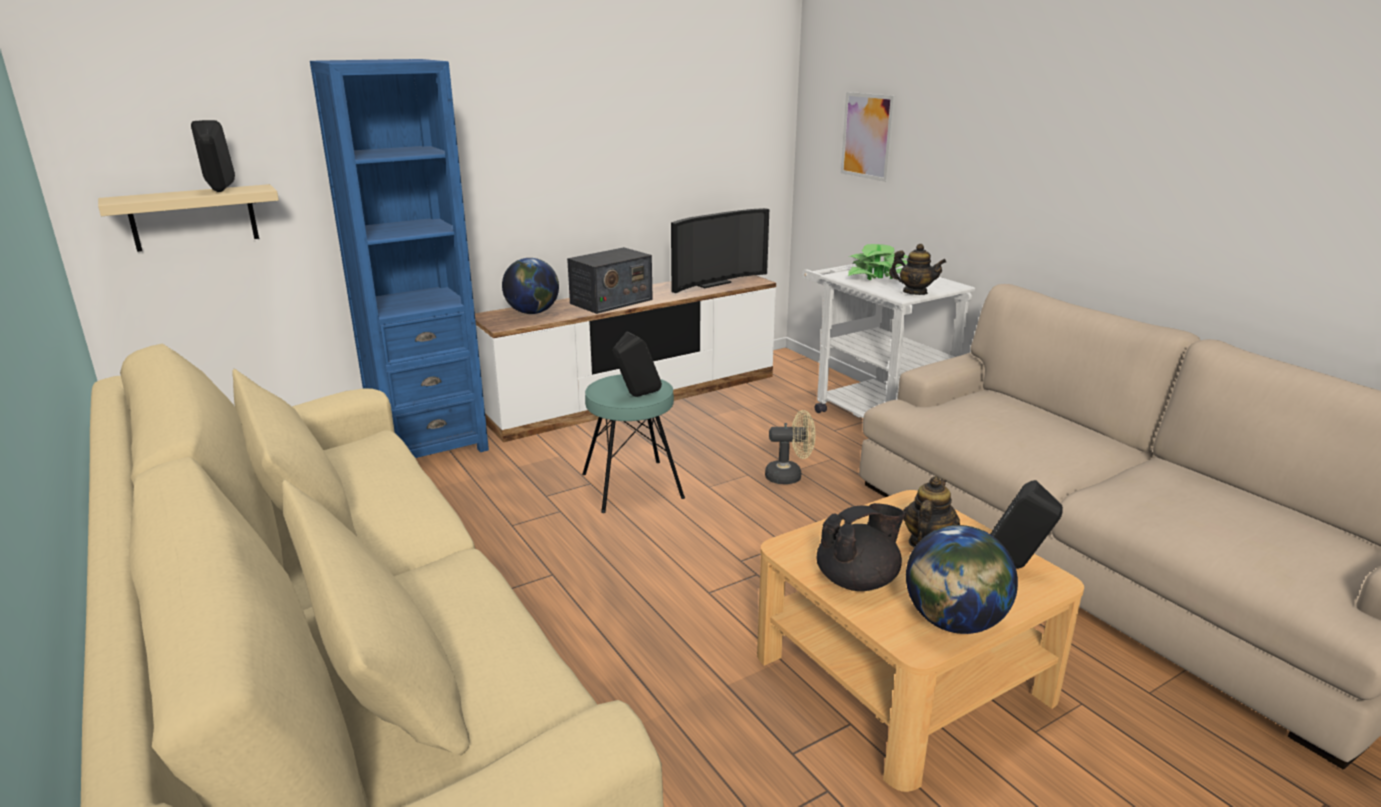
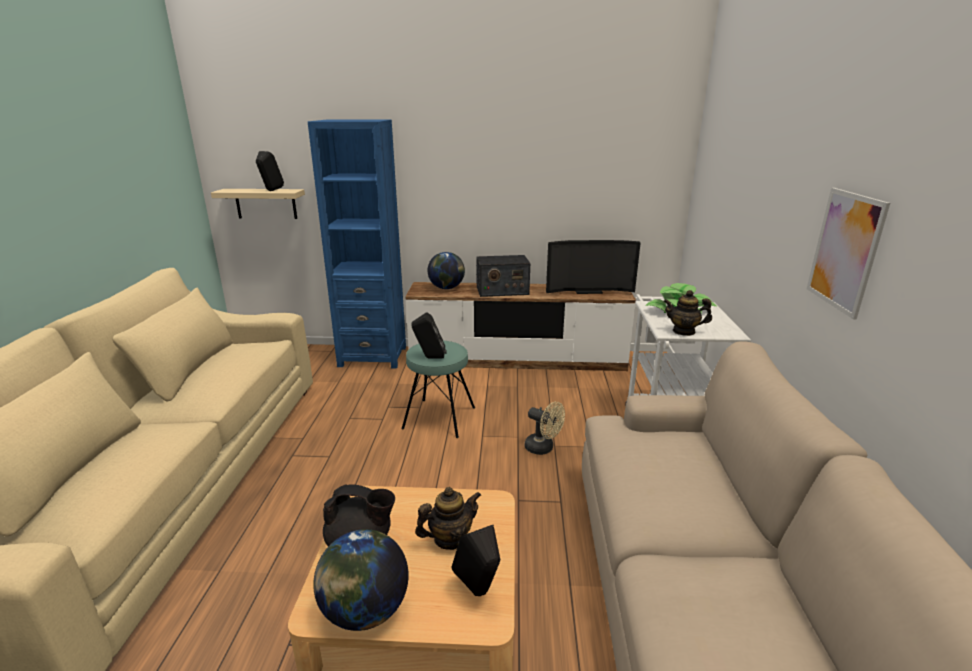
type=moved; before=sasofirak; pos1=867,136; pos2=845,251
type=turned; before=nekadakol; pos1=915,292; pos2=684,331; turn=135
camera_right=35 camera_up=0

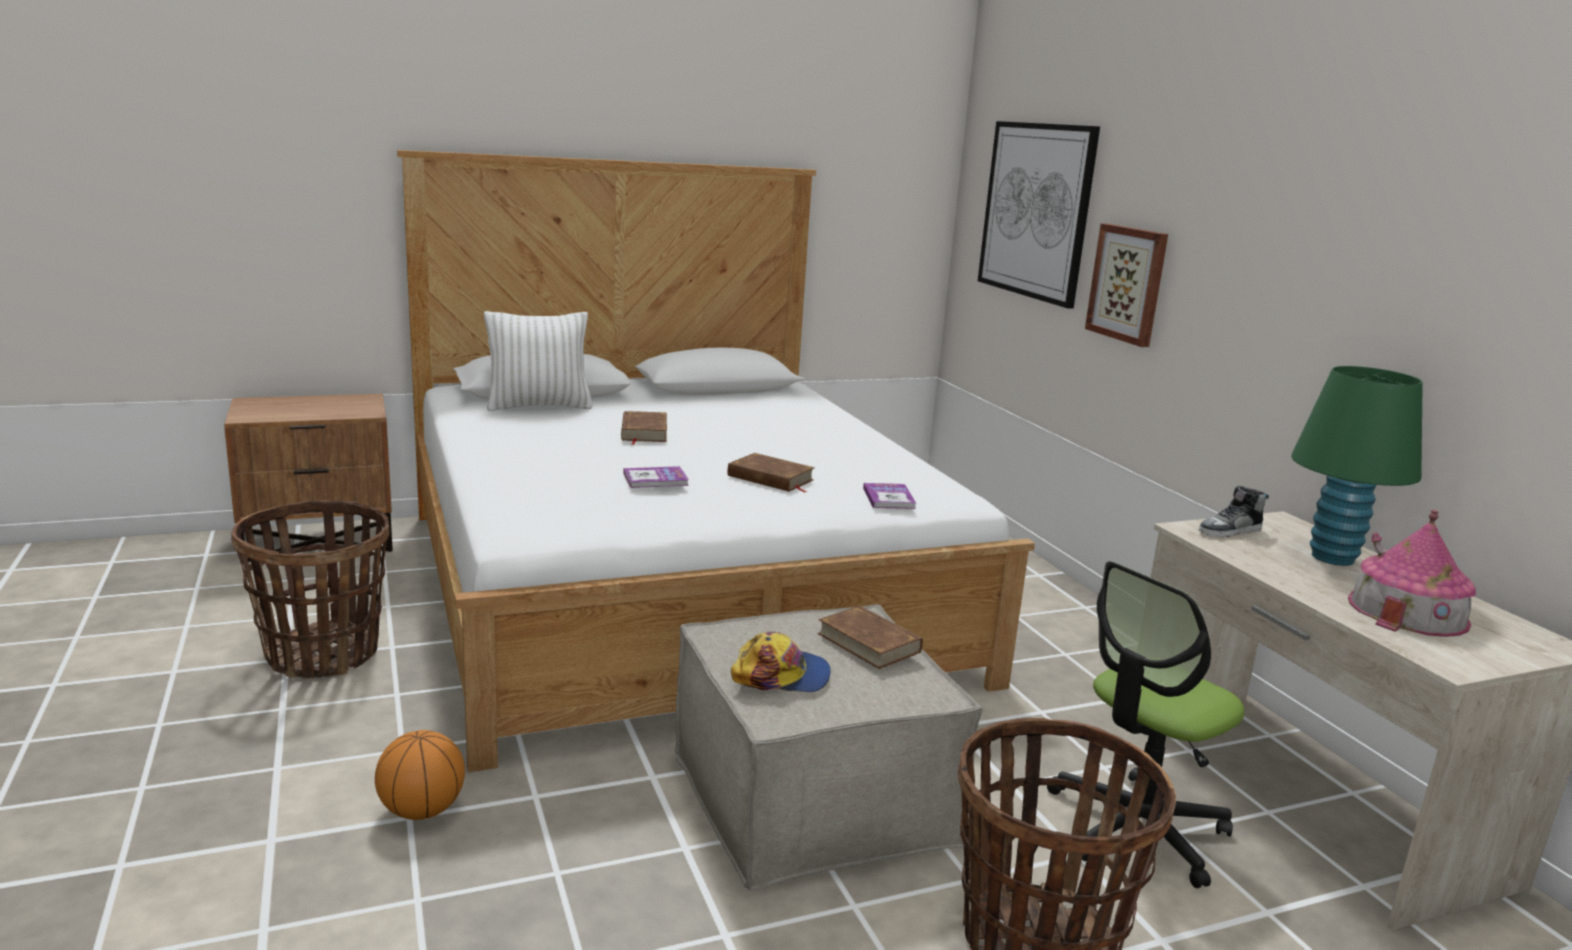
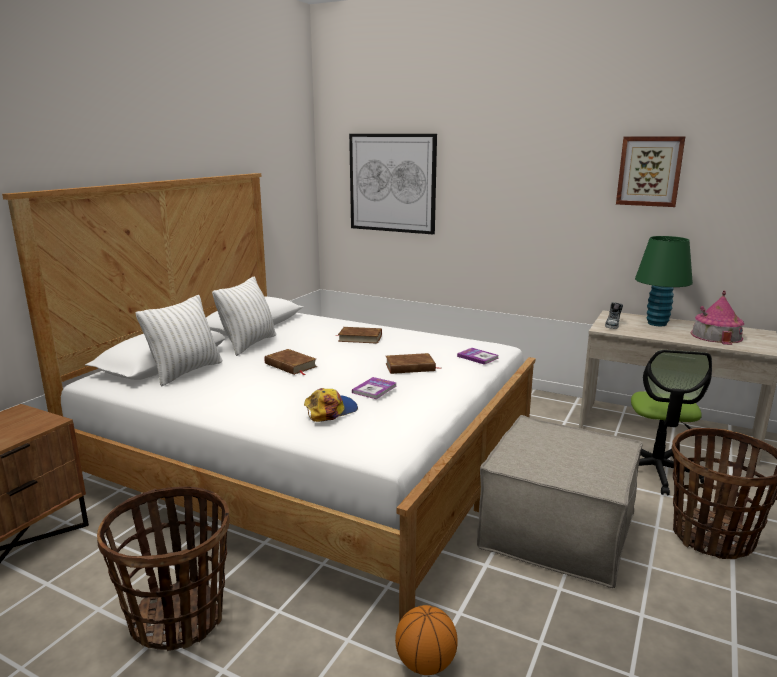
type=added; after=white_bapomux; pos2=249,344
type=moved; before=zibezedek; pos1=782,675; pos2=330,410
type=moved; before=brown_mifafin; pos1=869,642; pos2=360,338
type=moved; before=sasofirak; pos1=1128,284; pos2=649,171
camera_right=-40 camera_up=0

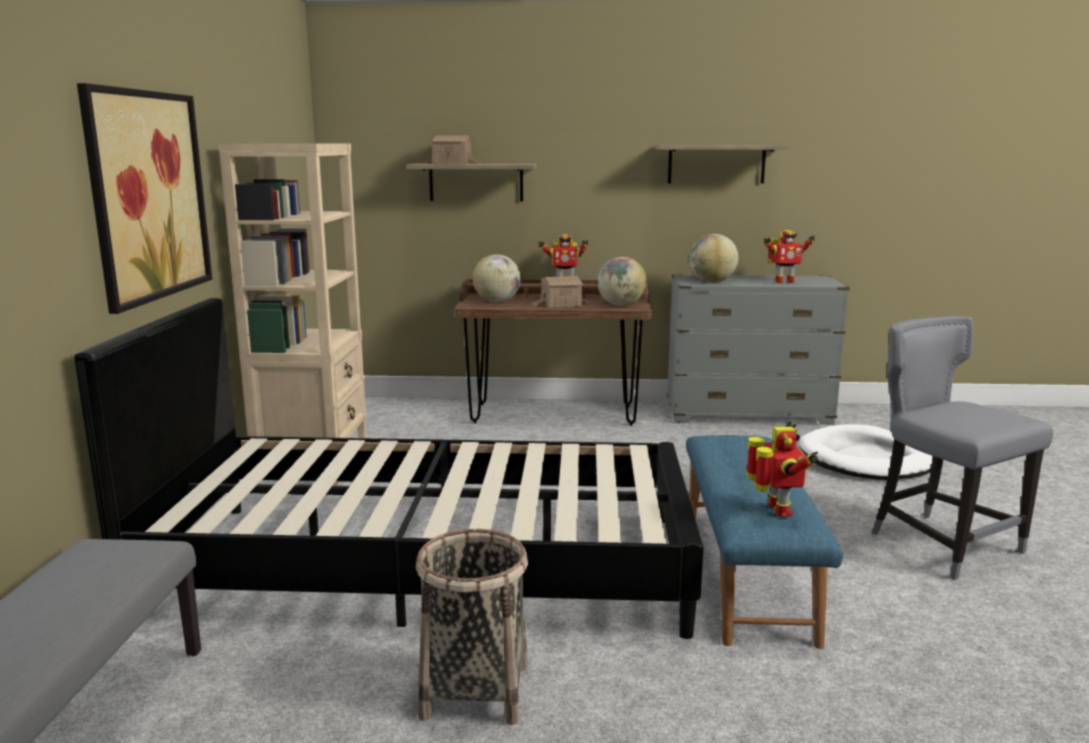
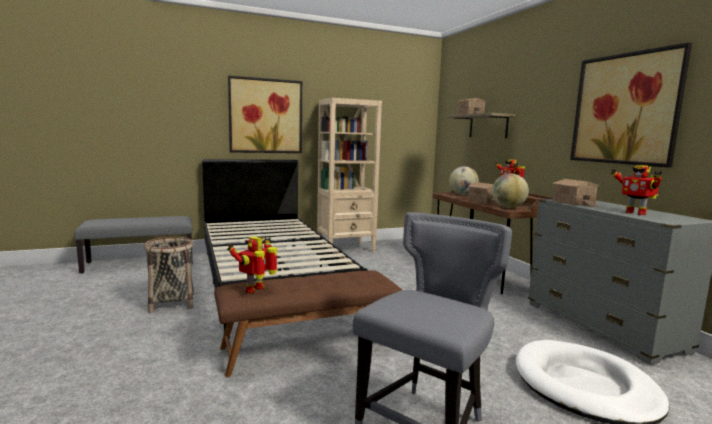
type=replaced; before=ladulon; after=sasofirak; pos1=716,164; pos2=625,109
type=replaced; before=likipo; after=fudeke; pos1=712,282; pos2=574,202
type=recoloured; before=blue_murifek; after=brown_murifek; pos1=744,572; pos2=309,346
type=turned; before=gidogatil; pos1=777,510; pos2=256,290; turn=150
camera_right=65 camera_up=-5

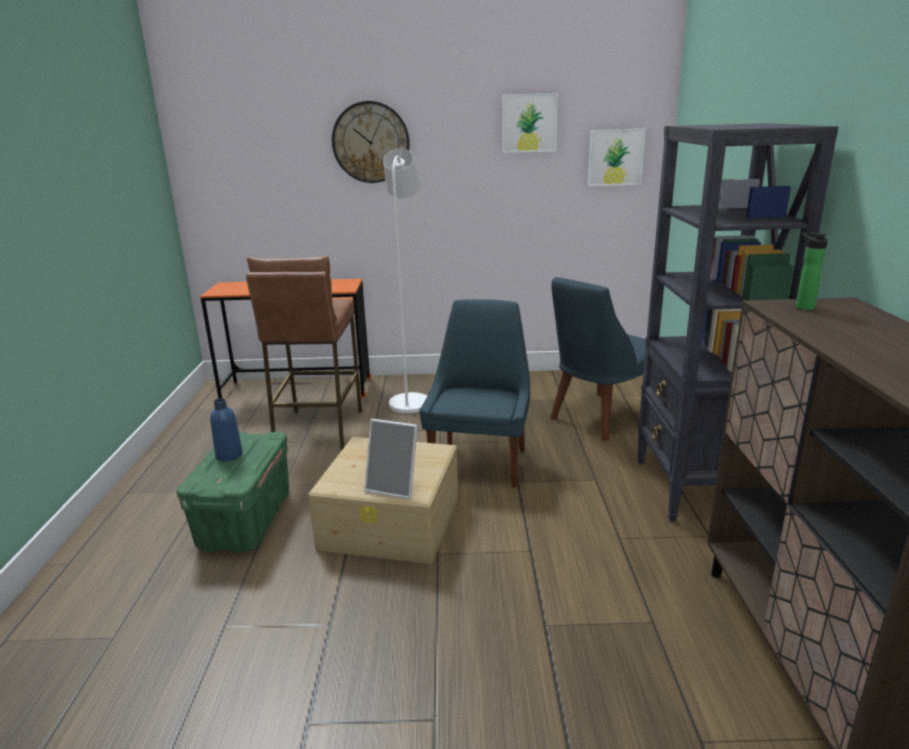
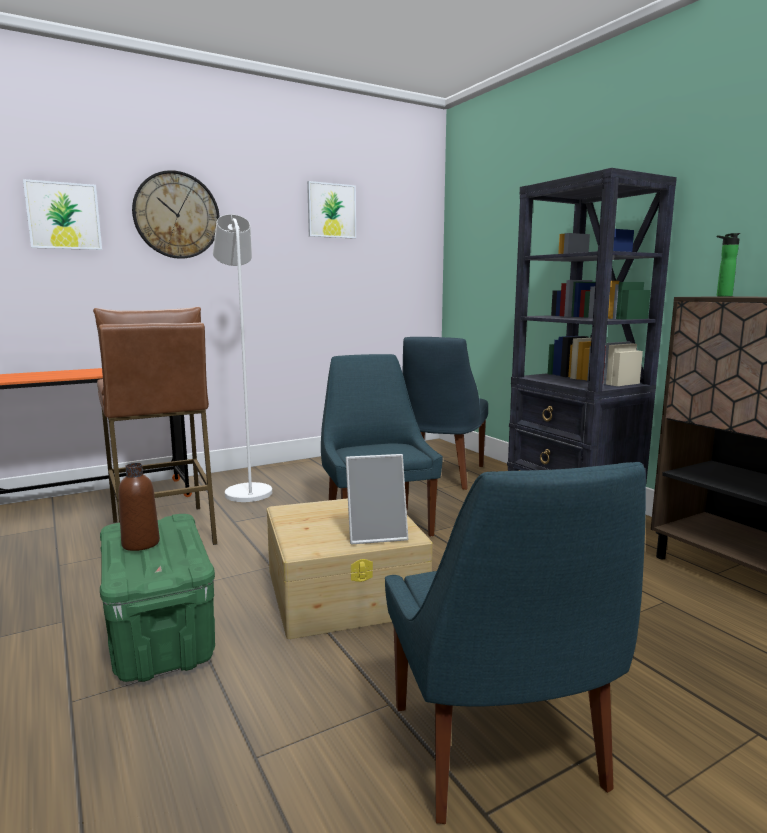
type=added; after=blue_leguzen; pos2=498,752
type=moved; before=sasofirak; pos1=615,157; pos2=63,216
type=recoloured; before=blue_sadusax; after=brown_sadusax; pos1=229,455; pos2=141,544
camera_right=-30 camera_up=-10

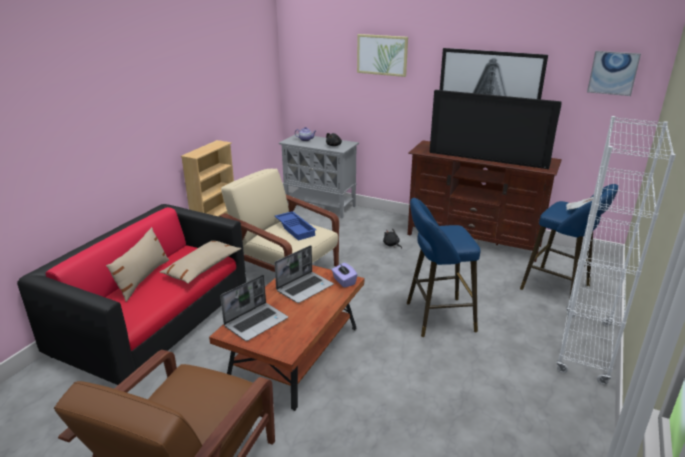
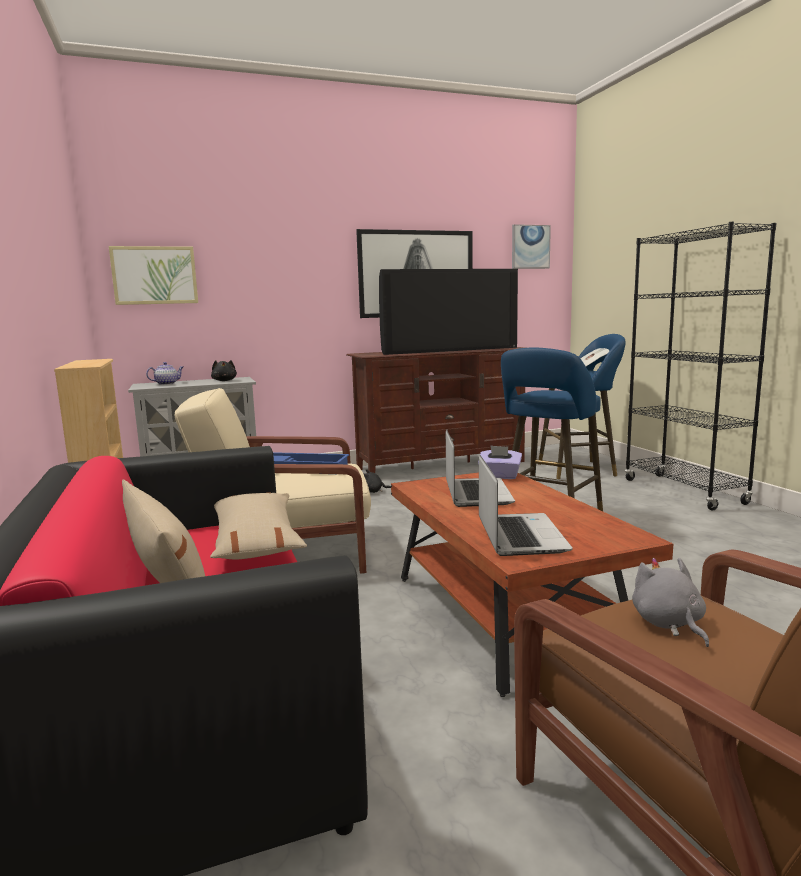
type=added; after=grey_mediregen; pos2=669,624
type=moved; before=sasofirak; pos1=382,55; pos2=154,275
type=recoloured; before=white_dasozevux; after=black_dasozevux; pos1=585,347; pos2=683,491
camera_right=-45 camera_up=-15

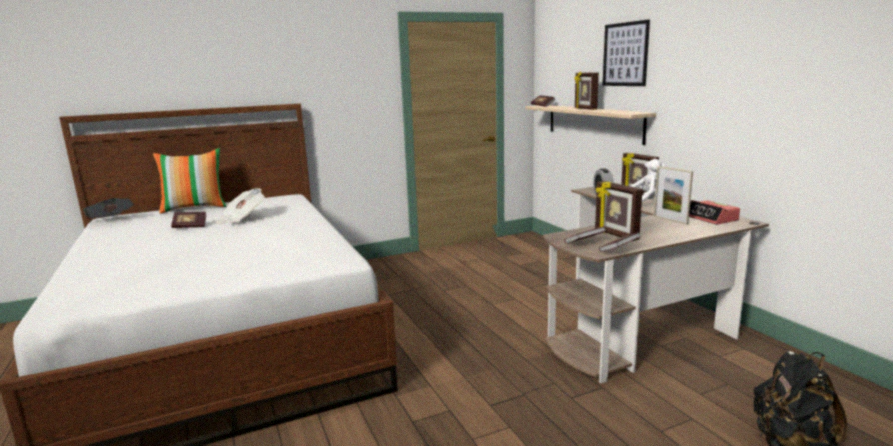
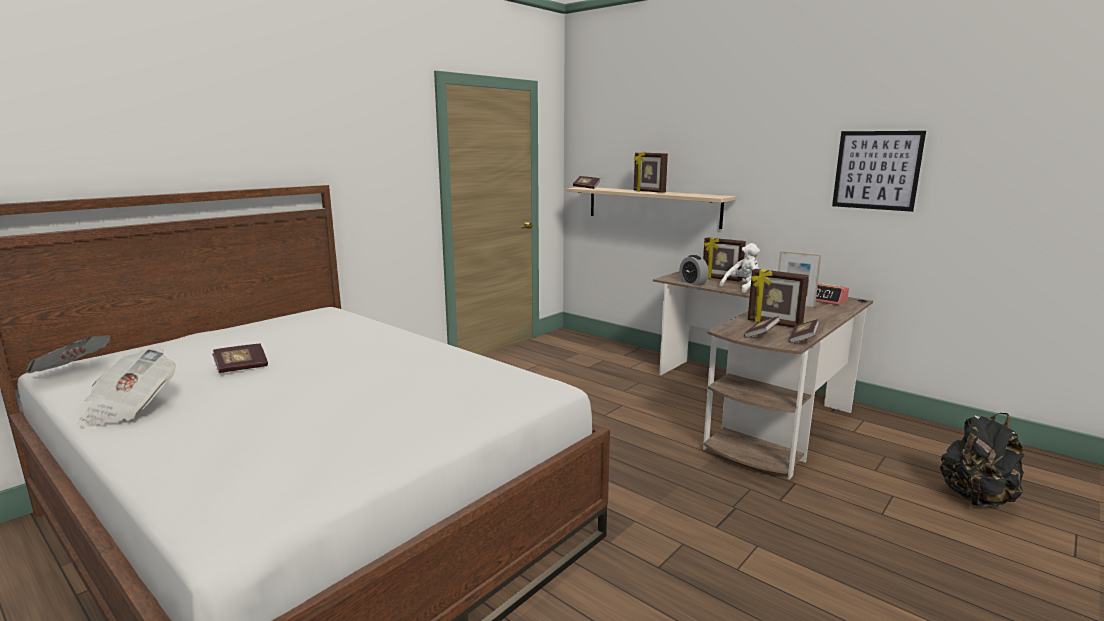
type=removed; before=bapomux; pos1=195,208
type=moved; before=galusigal; pos1=241,219; pos2=129,409
type=moved; before=sasofirak; pos1=625,54; pos2=876,170
camera_right=-25 camera_up=0

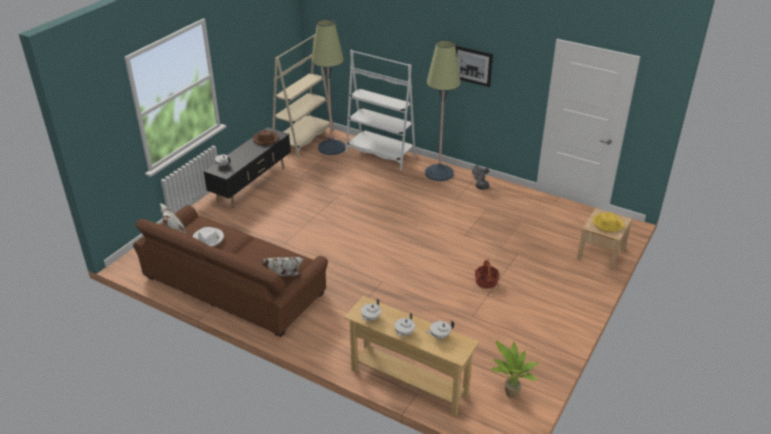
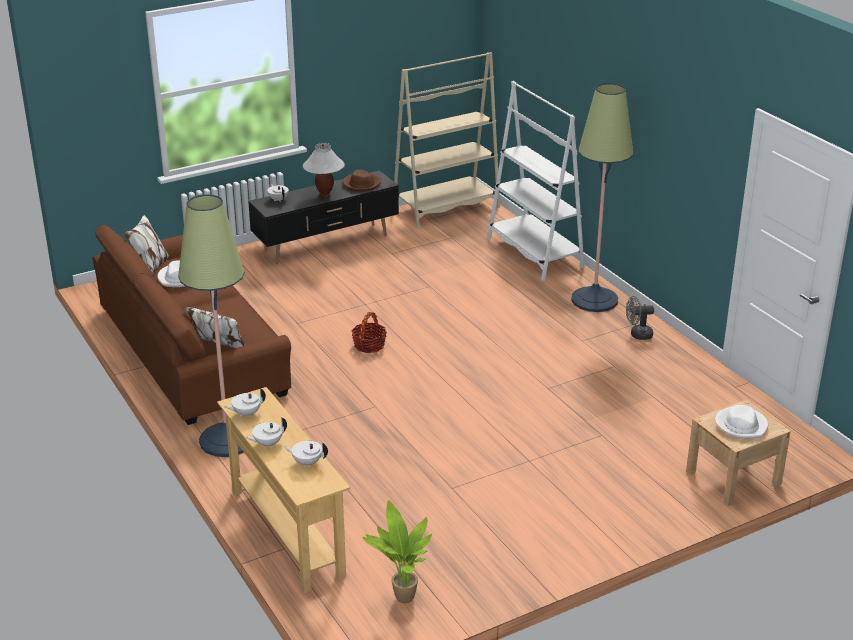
type=removed; before=sasofirak; pos1=472,66
type=added; after=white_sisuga; pos2=324,195
type=moved; before=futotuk; pos1=331,148; pos2=227,440
type=moved; before=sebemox; pos1=486,282; pos2=369,345
type=recoloured; before=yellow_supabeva; after=white_supabeva; pos1=608,224; pos2=741,425
camera_right=30 camera_up=-5

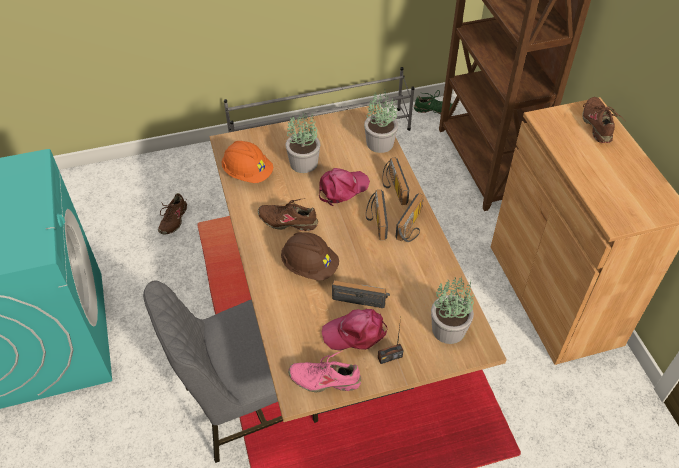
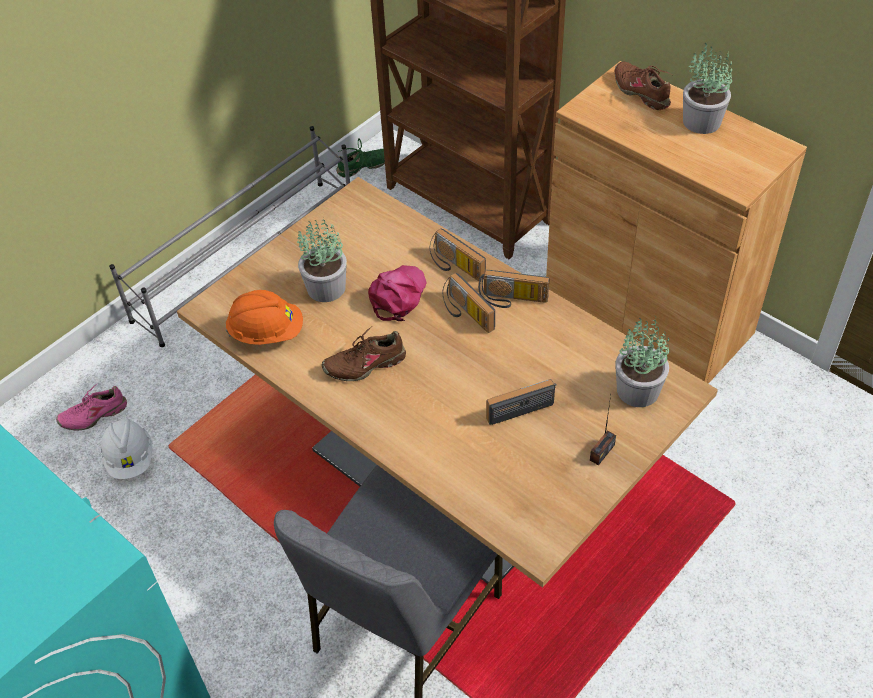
type=removed; before=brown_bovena; pos1=310,266
type=removed; before=pink_zibezedek; pos1=355,333
type=moved; before=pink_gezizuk; pos1=325,379; pos2=94,414
type=moved; before=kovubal; pos1=379,143; pos2=700,121
type=replaced; before=brown_gezizuk; after=white_bovena; pos1=173,220; pos2=130,458
type=turned; before=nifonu; pos1=412,227; pos2=512,300; turn=105
camera_right=-30 camera_up=0

